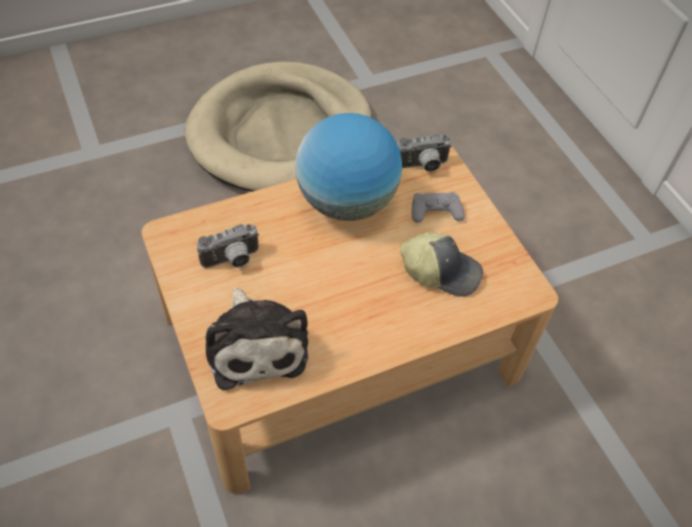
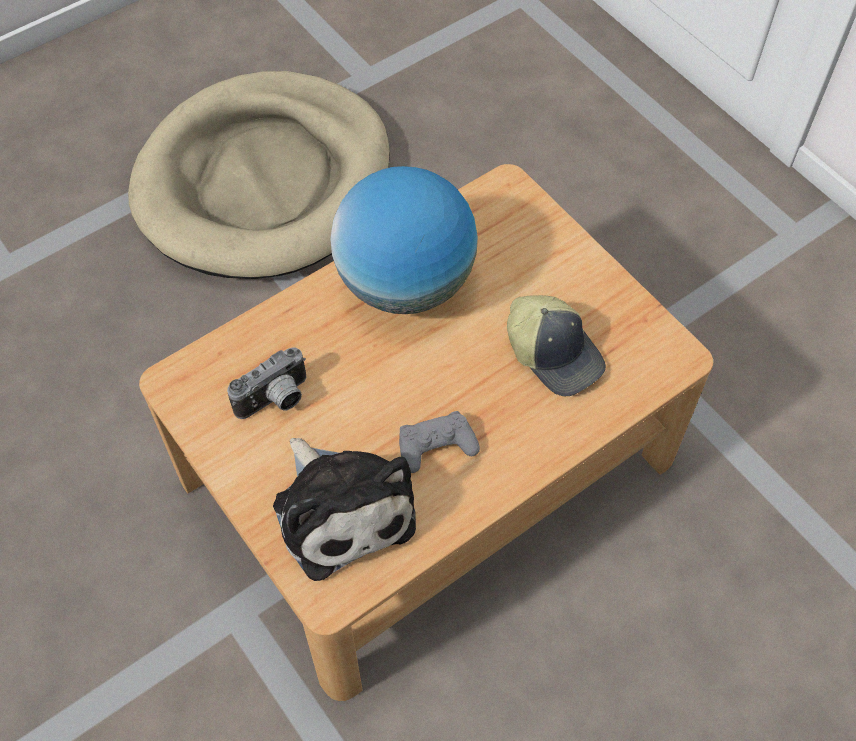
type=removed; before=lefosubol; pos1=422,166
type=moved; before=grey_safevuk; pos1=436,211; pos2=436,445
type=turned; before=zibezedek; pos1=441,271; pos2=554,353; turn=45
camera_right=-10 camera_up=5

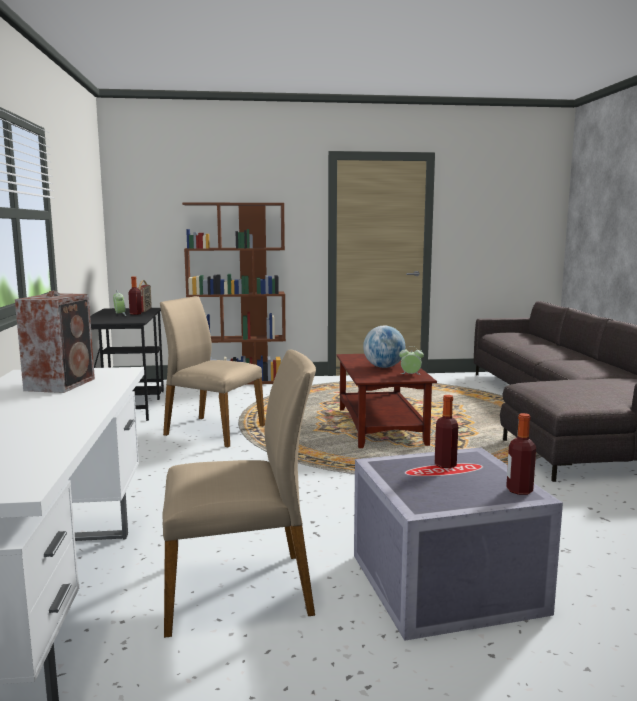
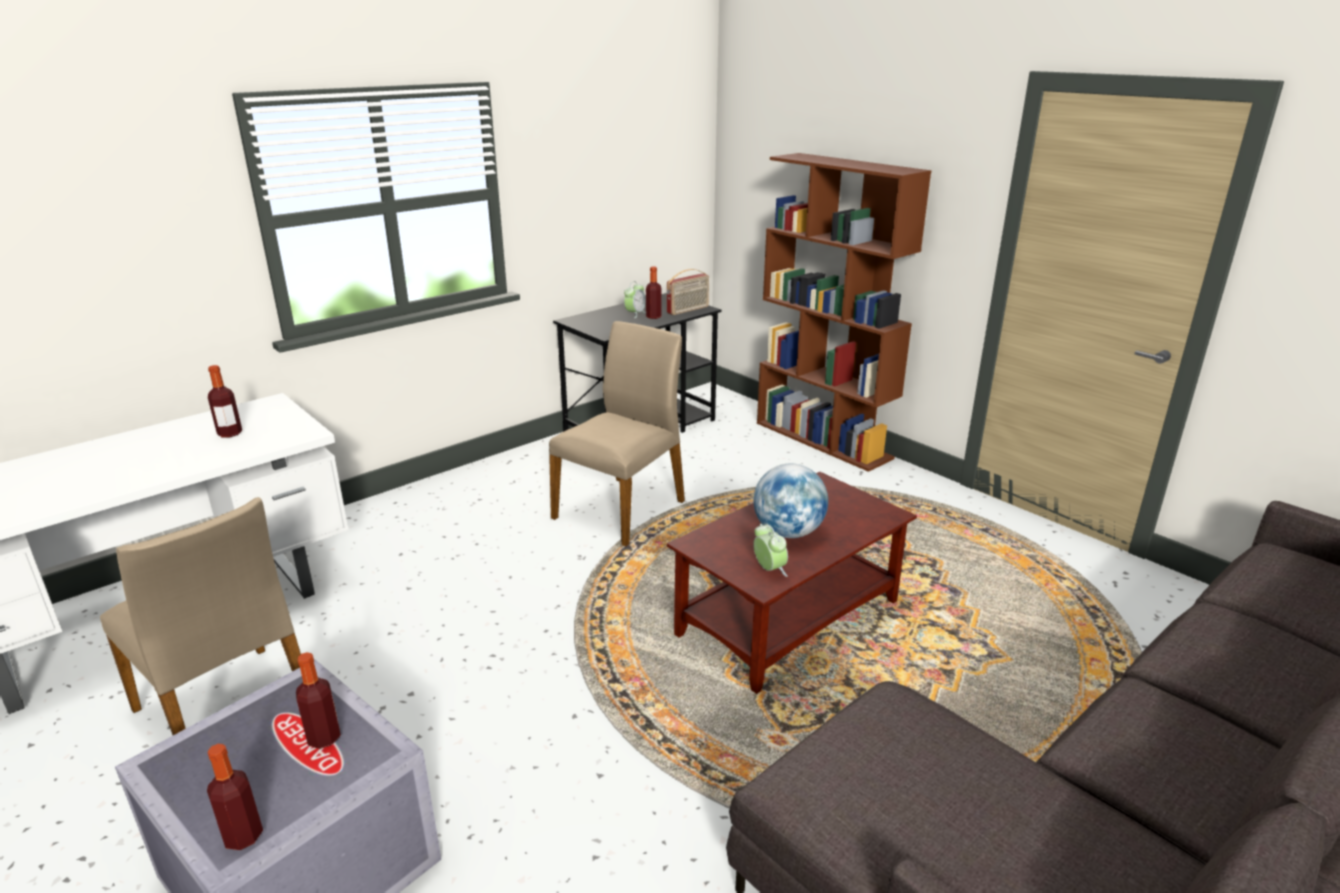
type=replaced; before=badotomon; after=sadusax; pos1=62,384; pos2=230,433
type=turned; before=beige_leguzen; pos1=213,430; pos2=621,509; turn=45
camera_right=55 camera_up=15

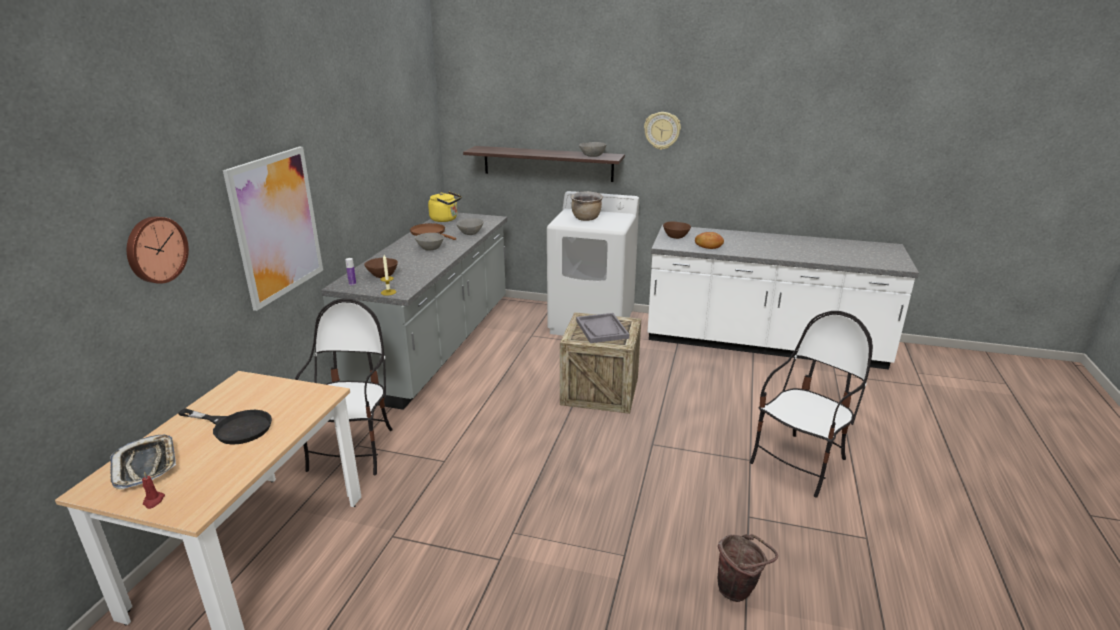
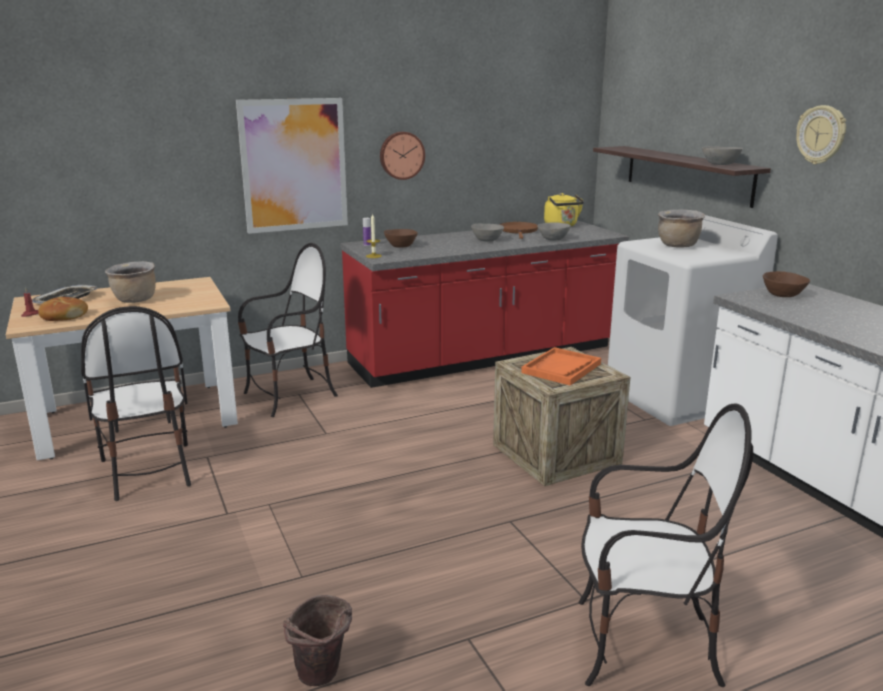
type=added; after=leguzen; pos2=148,471
type=moved; before=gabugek; pos1=155,249; pos2=401,155
type=moved; before=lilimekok; pos1=708,245; pos2=63,316
type=replaced; before=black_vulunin; after=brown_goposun; pos1=235,427; pos2=135,300
type=recoloured; before=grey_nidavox; after=red_nidavox; pos1=436,345; pos2=485,356
type=recoloured; before=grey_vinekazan; after=orange_vinekazan; pos1=602,329; pos2=561,368
camera_right=50 camera_up=-5

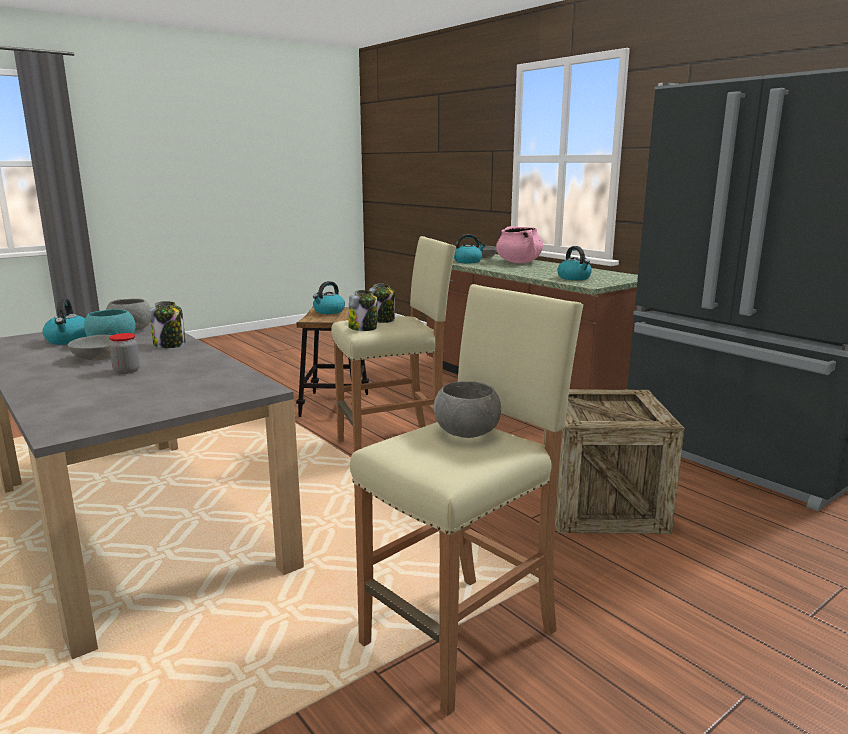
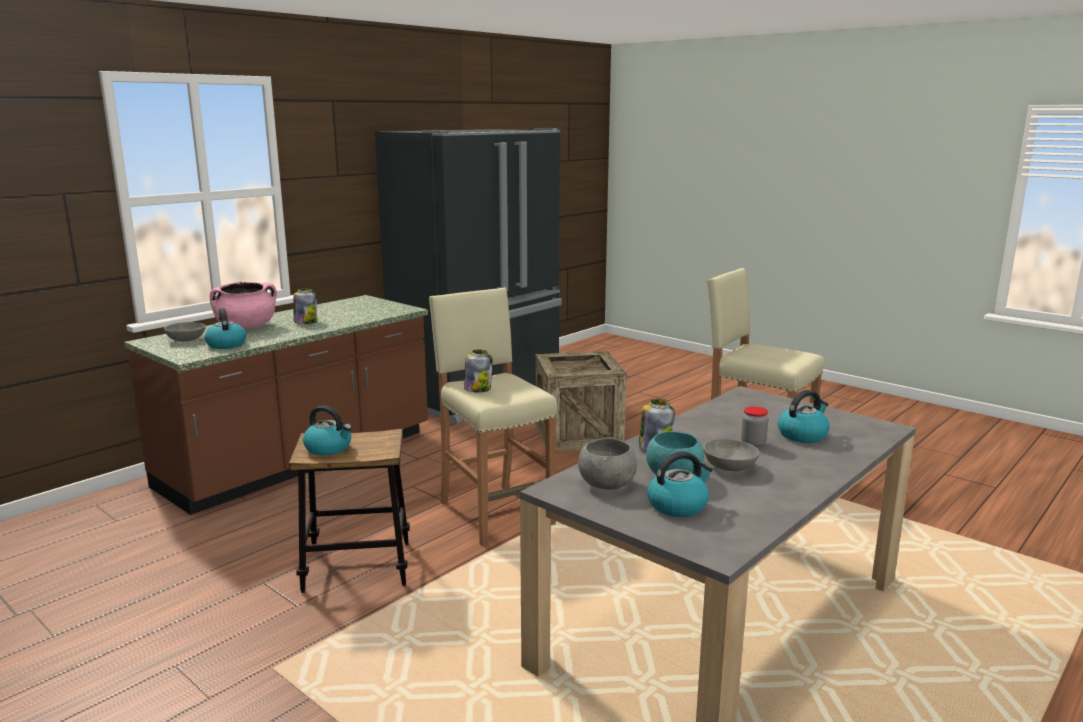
type=removed; before=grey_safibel; pos1=466,432
type=moved; before=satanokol; pos1=363,328; pos2=305,322
type=moved; before=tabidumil; pos1=574,278; pos2=802,435
camera_right=-100 camera_up=0

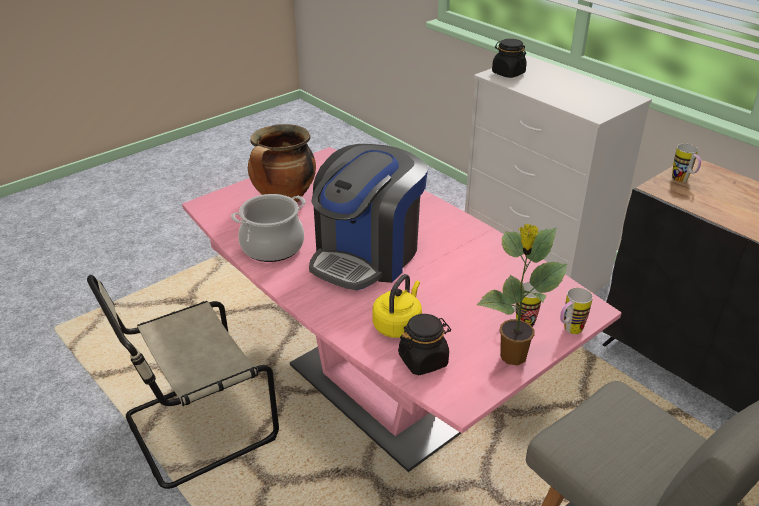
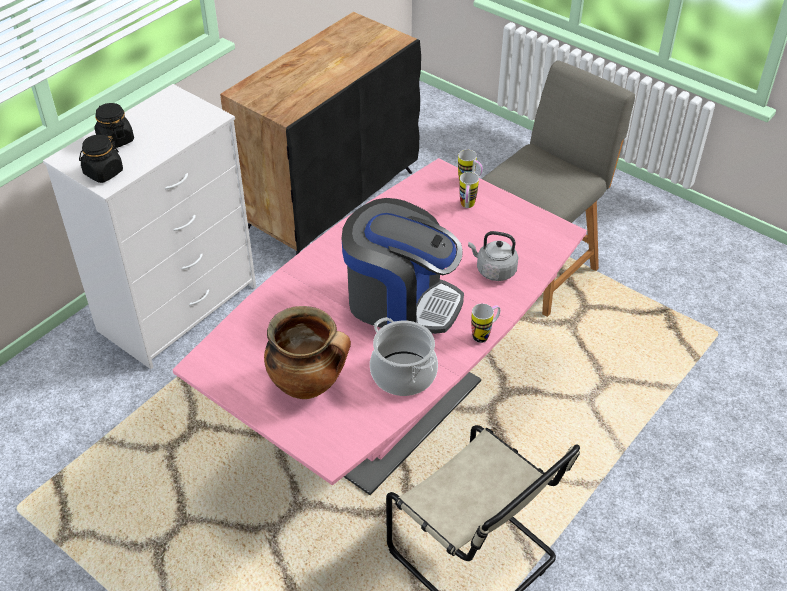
type=removed; before=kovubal; pos1=512,357
type=moved; before=black_satanokol; pos1=423,360; pos2=115,140
type=moved; before=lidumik; pos1=683,181; pos2=484,334
type=recoloured; before=yellow_tabidumil; after=grey_tabidumil; pos1=398,325; pos2=493,270
camera_right=-100 camera_up=10

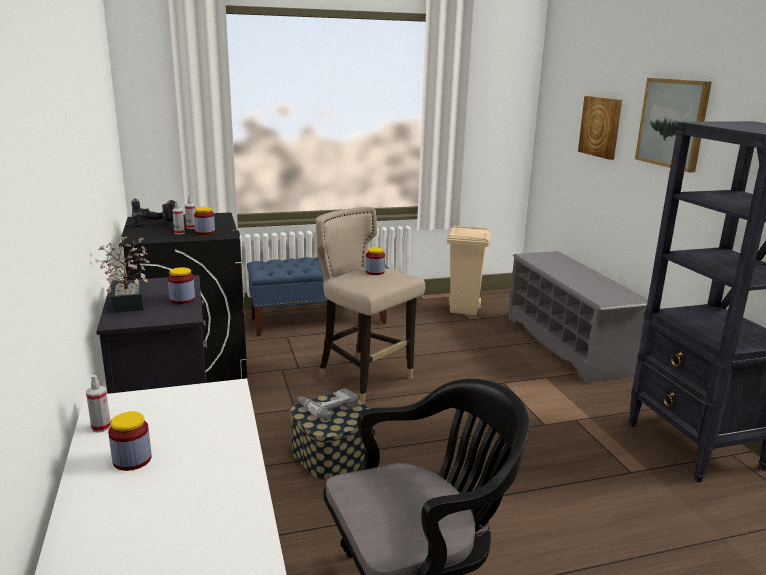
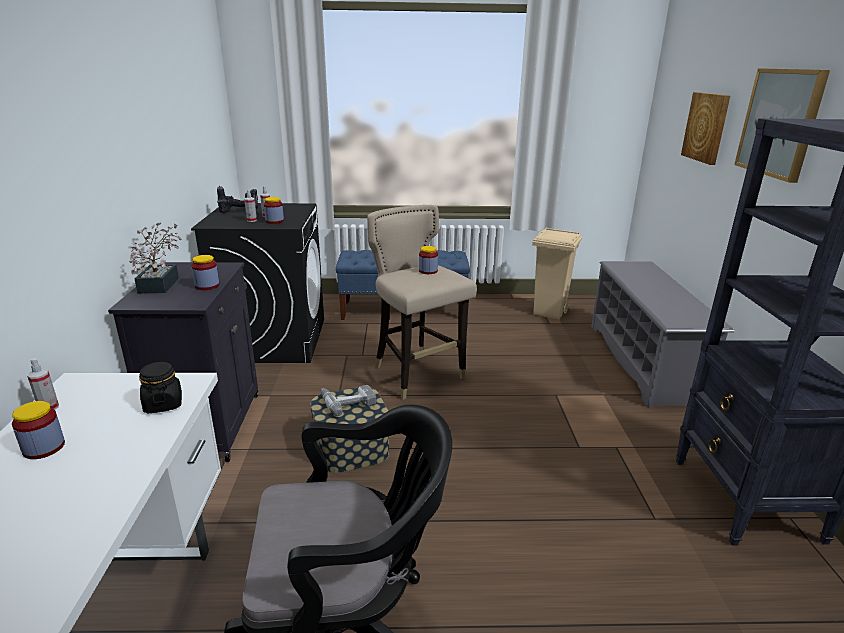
type=added; after=black_satanokol; pos2=163,404
camera_right=15 camera_up=5

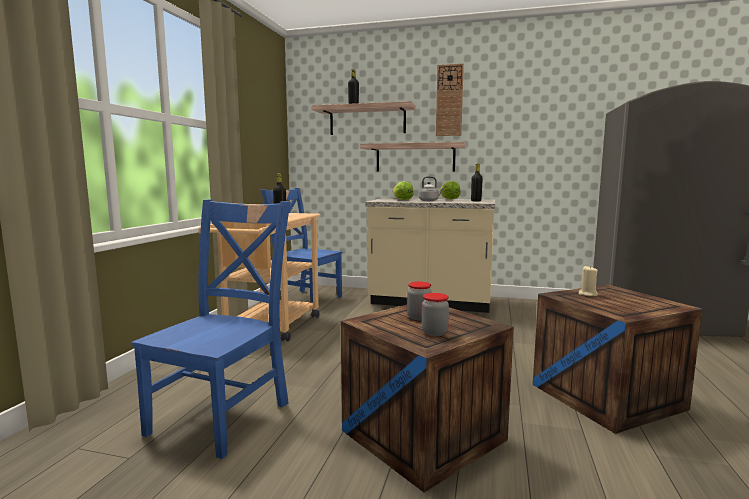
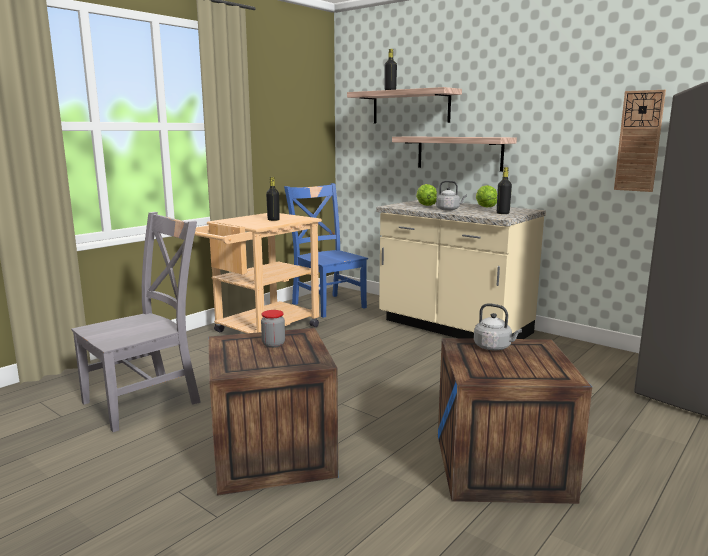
type=removed; before=satanokol; pos1=434,332
type=moved; before=gabugek; pos1=449,100; pos2=639,141
type=replaced; before=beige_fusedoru; after=grey_tabidumil; pos1=587,294; pos2=494,347
type=recoloured; before=blue_leguzen; after=grey_leguzen; pos1=224,415; pos2=146,401
camera_right=25 camera_up=5

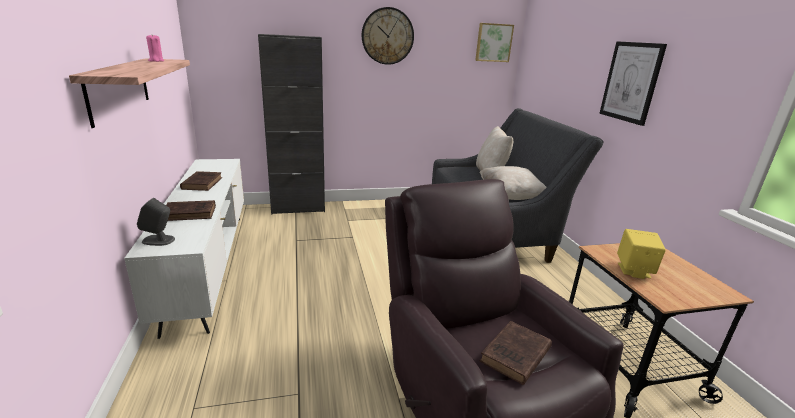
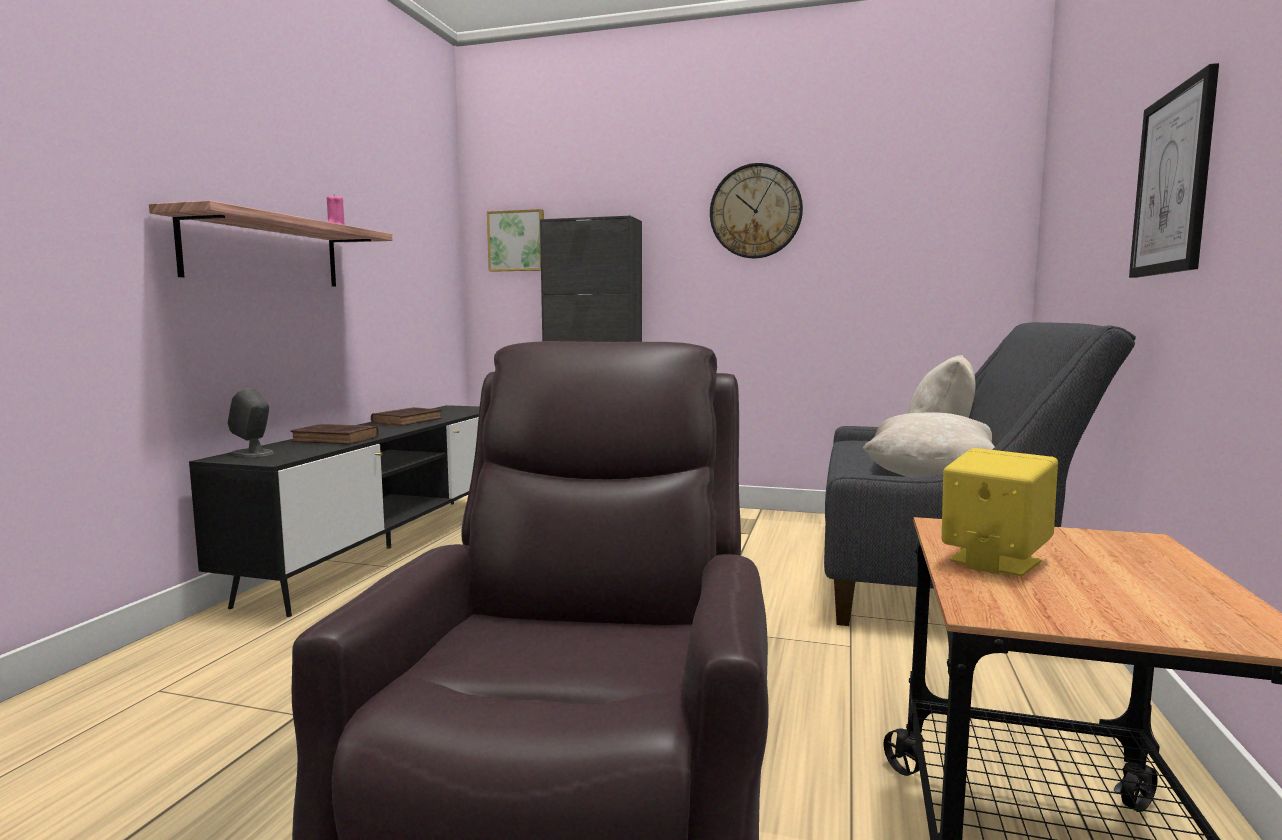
type=removed; before=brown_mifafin; pos1=514,356
type=moved; before=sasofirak; pos1=493,42; pos2=517,241
type=recoloured; before=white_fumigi; after=black_fumigi; pos1=209,265; pos2=389,547
camera_right=30 camera_up=-15

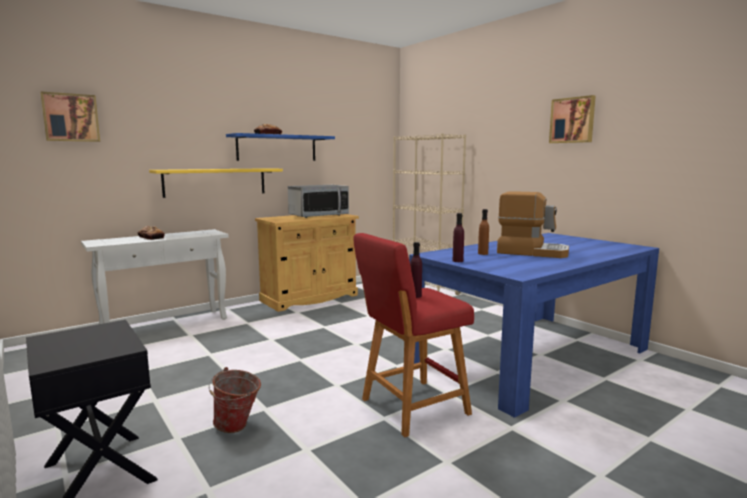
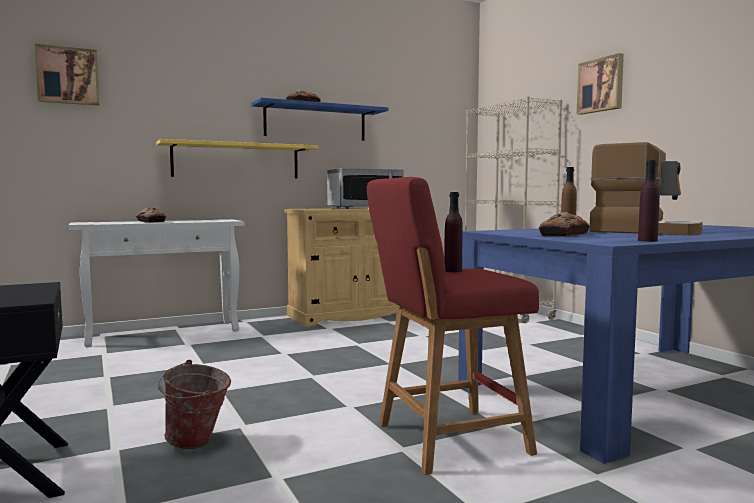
type=added; after=lilimekok; pos2=564,235
type=moved; before=purple_sadusax; pos1=457,261; pos2=647,240
type=moved; before=sasofirak; pos1=572,120; pos2=601,85
camera_right=10 camera_up=-5

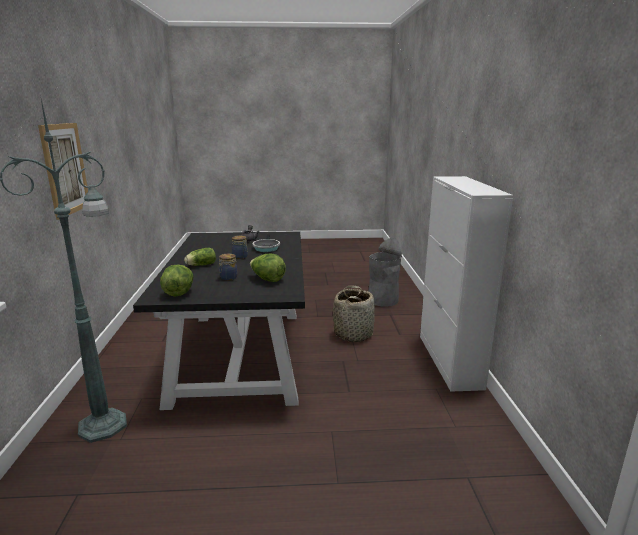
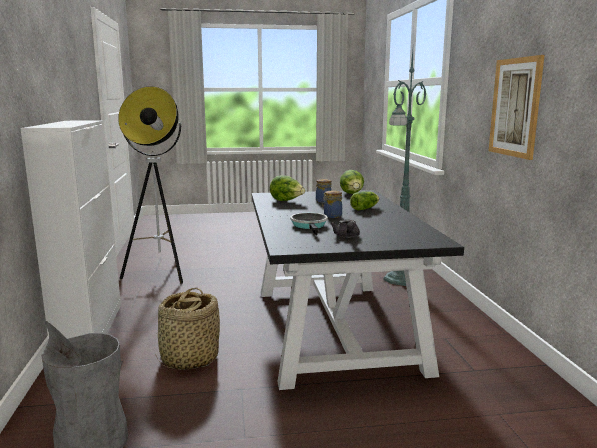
type=added; after=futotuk; pos2=161,273
camera_right=175 camera_up=-5

